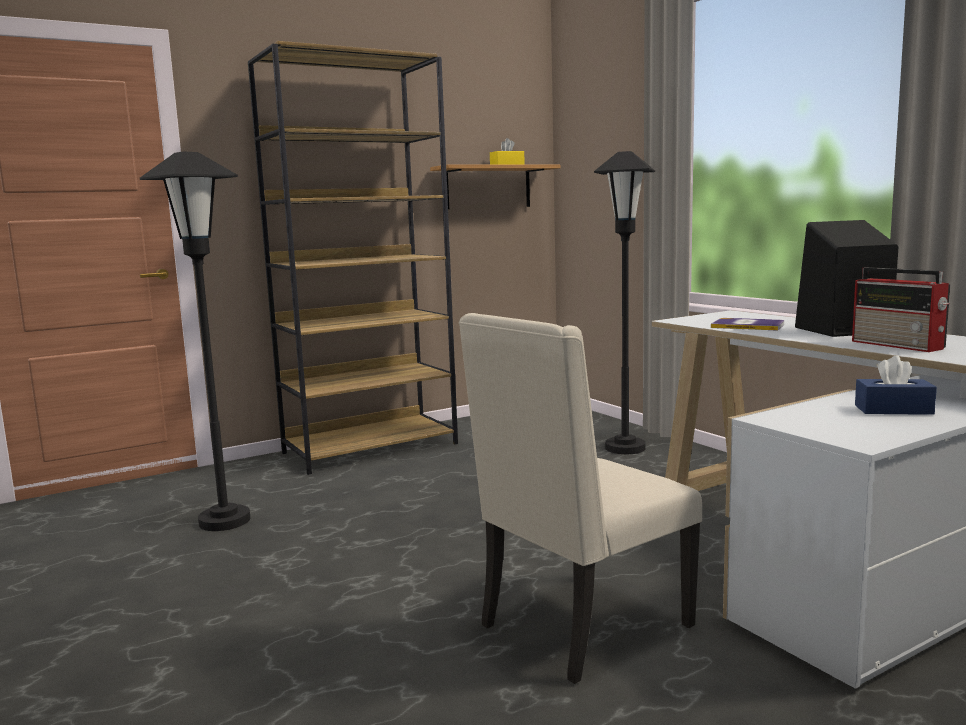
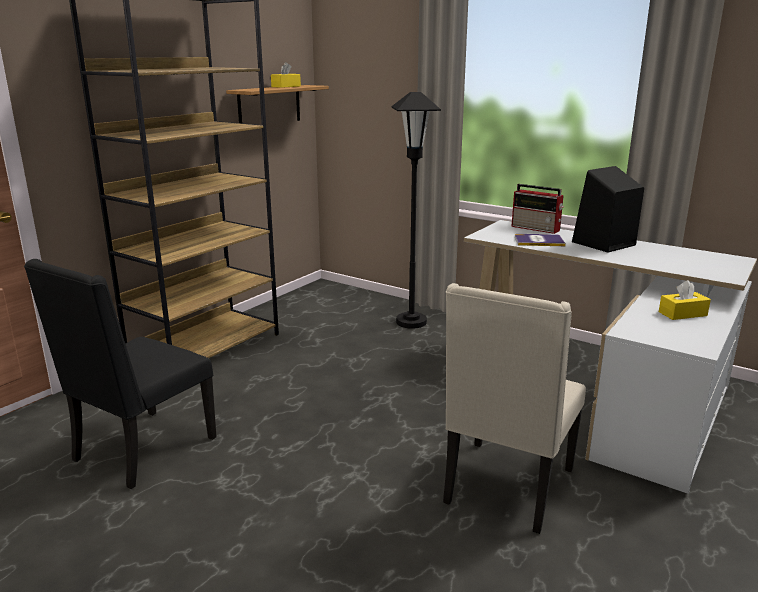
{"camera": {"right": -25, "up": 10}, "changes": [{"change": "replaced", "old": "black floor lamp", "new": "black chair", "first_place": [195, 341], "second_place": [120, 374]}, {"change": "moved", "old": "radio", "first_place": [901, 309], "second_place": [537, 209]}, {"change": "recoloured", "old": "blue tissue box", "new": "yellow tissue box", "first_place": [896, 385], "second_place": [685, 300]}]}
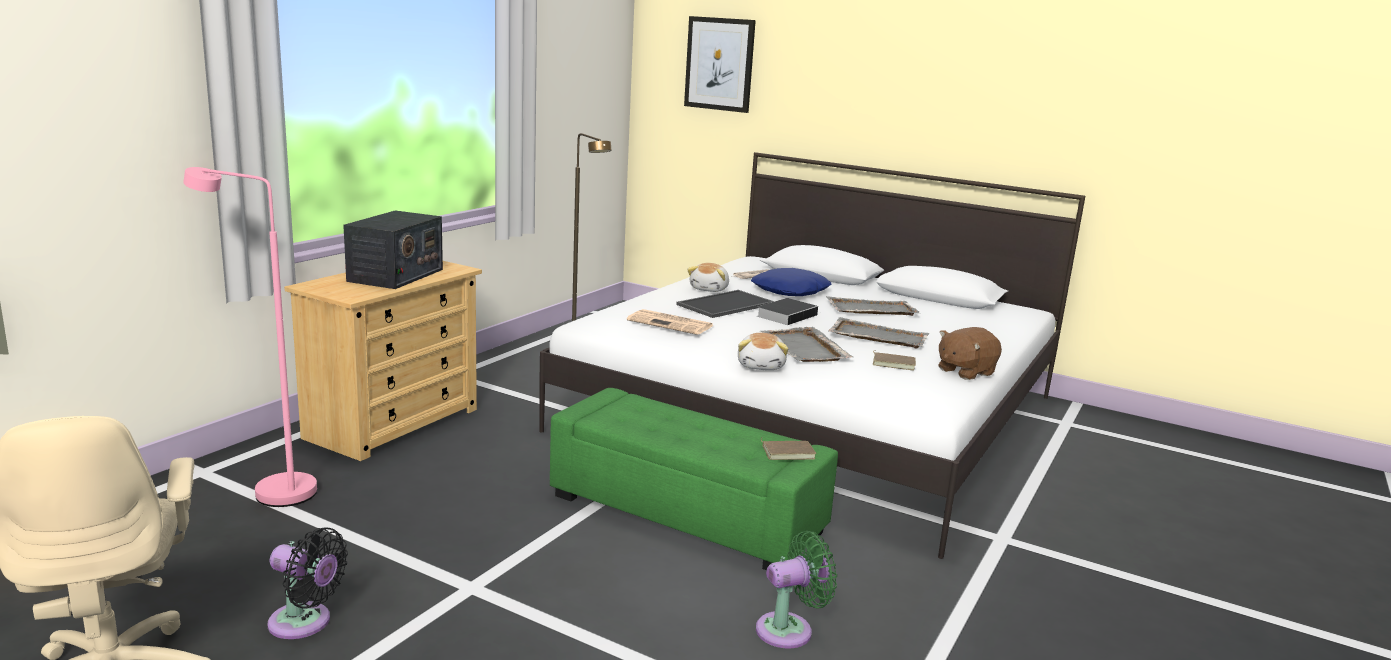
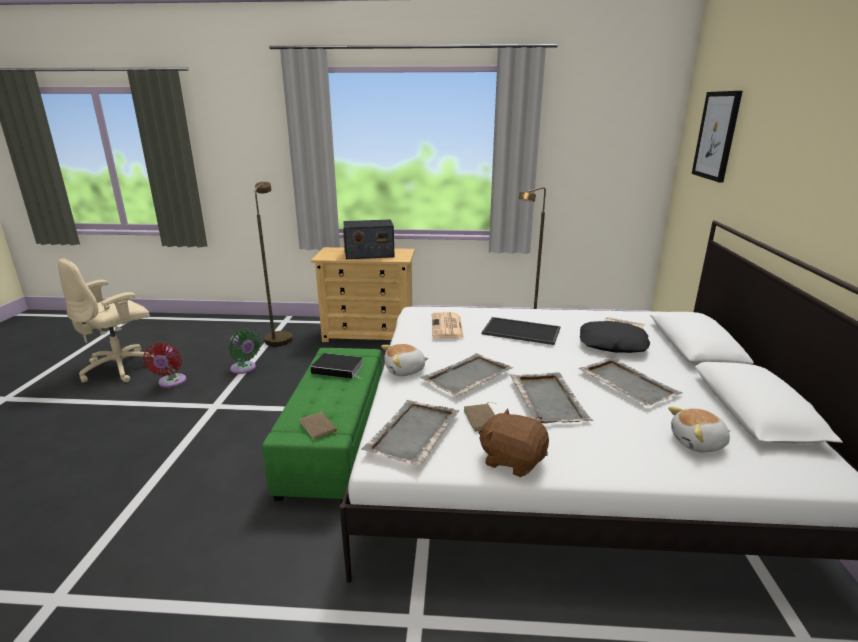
{"camera": {"right": 65, "up": 5}, "changes": [{"change": "recoloured", "old": "black fan", "new": "red fan", "first_place": [308, 583], "second_place": [164, 365]}, {"change": "moved", "old": "green fan", "first_place": [796, 590], "second_place": [245, 351]}, {"change": "recoloured", "old": "pink floor lamp", "new": "brown floor lamp", "first_place": [250, 337], "second_place": [273, 264]}, {"change": "moved", "old": "book", "first_place": [787, 311], "second_place": [337, 366]}, {"change": "added", "new": "grey tray", "second_place": [410, 433]}, {"change": "recoloured", "old": "blue pillow", "new": "black pillow", "first_place": [791, 282], "second_place": [615, 337]}, {"change": "moved", "old": "plush toy", "first_place": [708, 277], "second_place": [699, 429]}]}
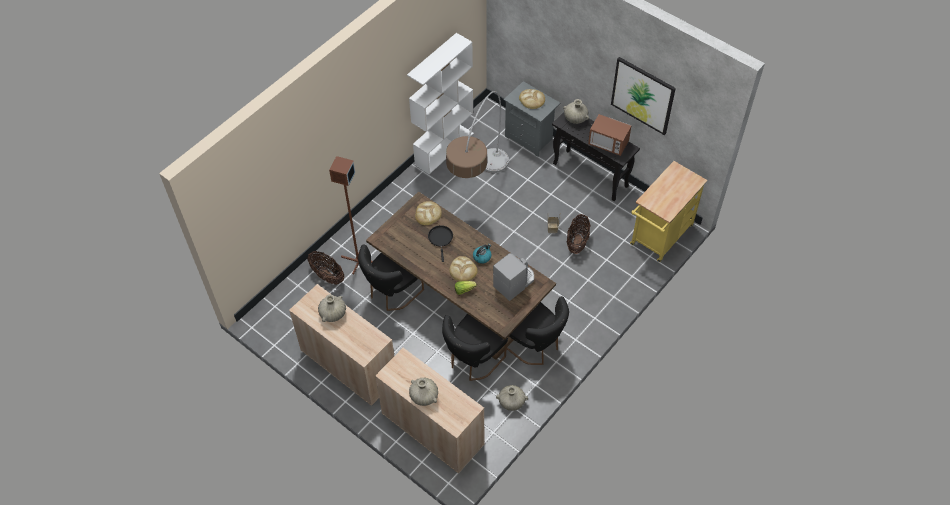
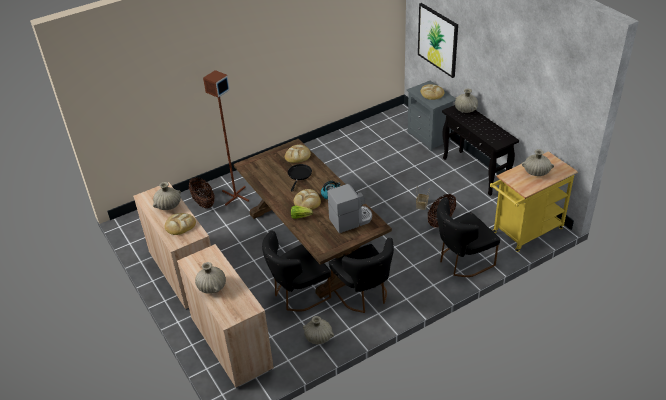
{"camera": {"right": 20, "up": -15}, "changes": [{"change": "added", "new": "bread", "second_place": [180, 224]}, {"change": "moved", "old": "picture", "first_place": [643, 96], "second_place": [438, 40]}, {"change": "moved", "old": "black chair", "first_place": [391, 278], "second_place": [468, 237]}, {"change": "added", "new": "beige vase", "second_place": [538, 162]}, {"change": "removed", "old": "white bookcase", "first_place": [440, 103]}, {"change": "removed", "old": "floor lamp", "first_place": [477, 134]}, {"change": "removed", "old": "microwave", "first_place": [609, 135]}]}
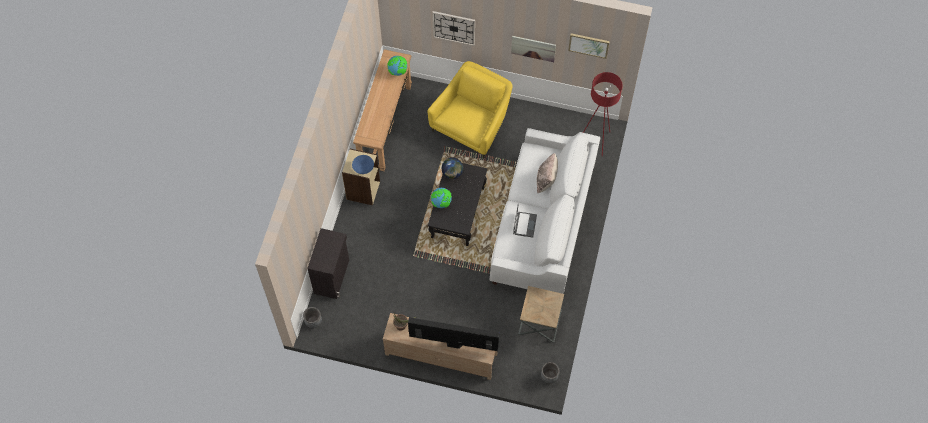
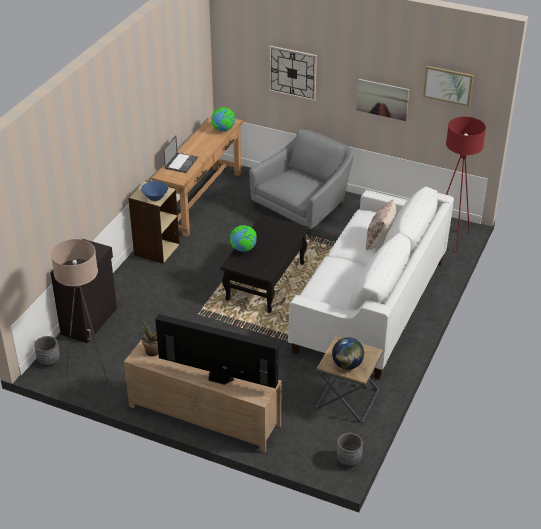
{"camera": {"right": 10, "up": -25}, "changes": [{"change": "added", "new": "beige floor lamp", "second_place": [80, 311]}, {"change": "moved", "old": "laptop", "first_place": [525, 220], "second_place": [180, 154]}, {"change": "recoloured", "old": "yellow armchair", "new": "grey armchair", "first_place": [470, 109], "second_place": [301, 183]}, {"change": "moved", "old": "globe", "first_place": [452, 168], "second_place": [348, 353]}]}
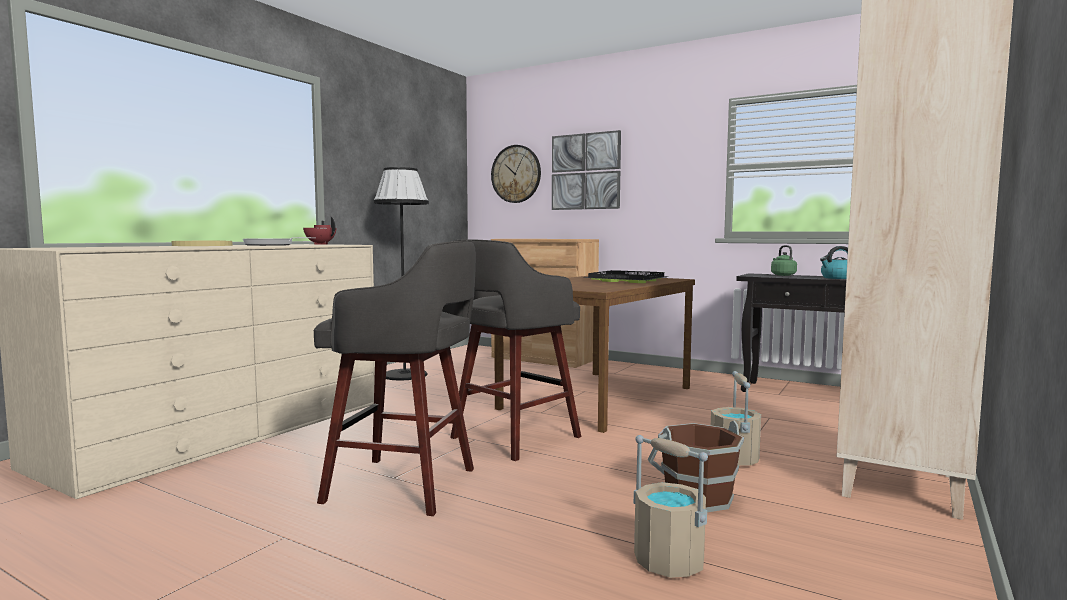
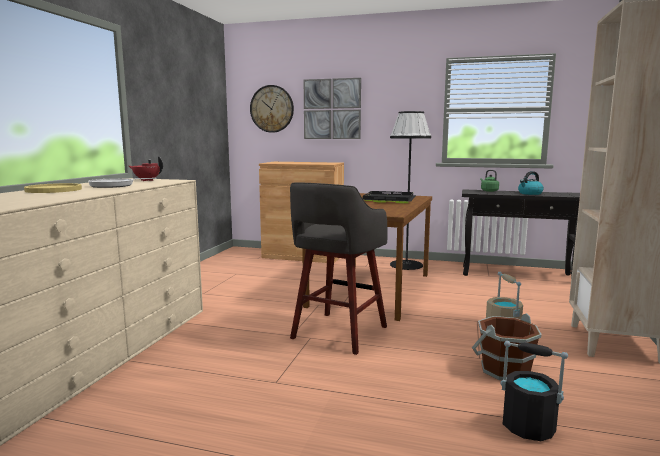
{"camera": {"right": -15, "up": 5}, "changes": [{"change": "moved", "old": "black floor lamp", "first_place": [401, 273], "second_place": [410, 190]}, {"change": "recoloured", "old": "beige bucket", "new": "black bucket", "first_place": [671, 506], "second_place": [534, 391]}, {"change": "removed", "old": "grey stool", "first_place": [395, 378]}]}
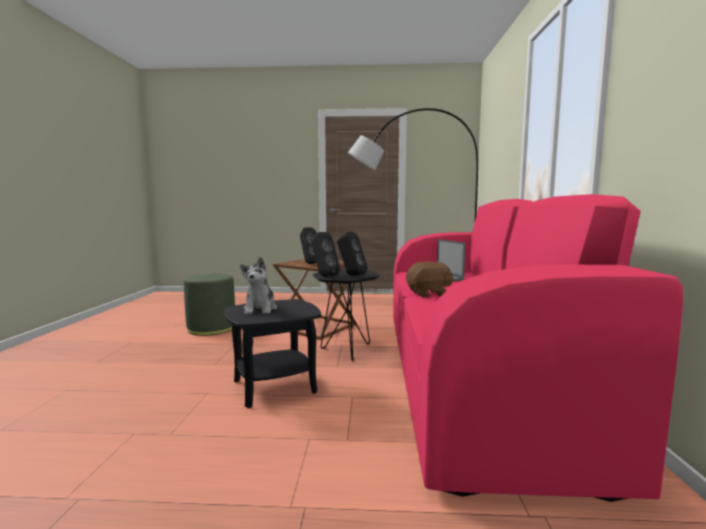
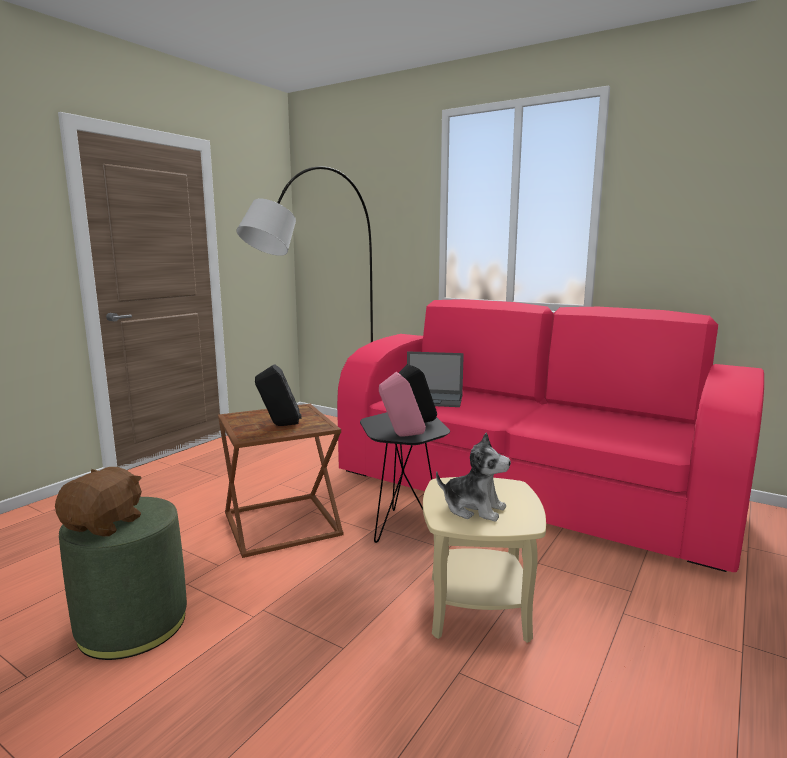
{"camera": {"right": -60, "up": 5}, "changes": [{"change": "moved", "old": "brown plush toy", "first_place": [430, 279], "second_place": [98, 502]}, {"change": "recoloured", "old": "black speaker", "new": "pink speaker", "first_place": [325, 254], "second_place": [402, 404]}, {"change": "recoloured", "old": "black side table", "new": "beige side table", "first_place": [272, 353], "second_place": [484, 560]}]}
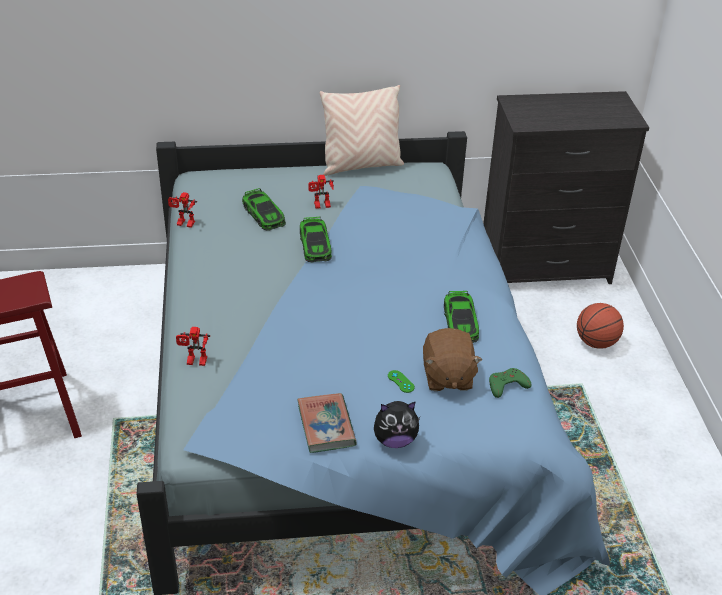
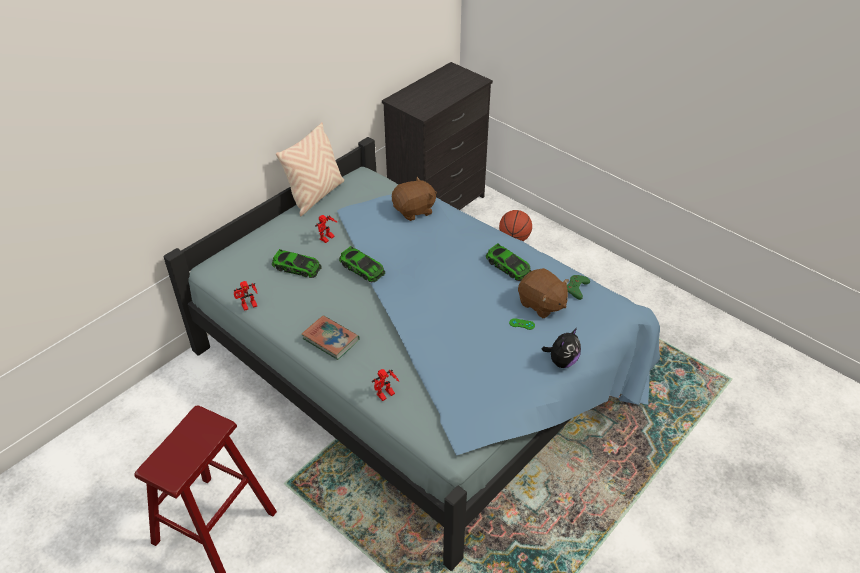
{"camera": {"right": -40, "up": 5}, "changes": [{"change": "moved", "old": "book", "first_place": [327, 423], "second_place": [330, 337]}, {"change": "added", "new": "brown plush toy", "second_place": [414, 199]}]}
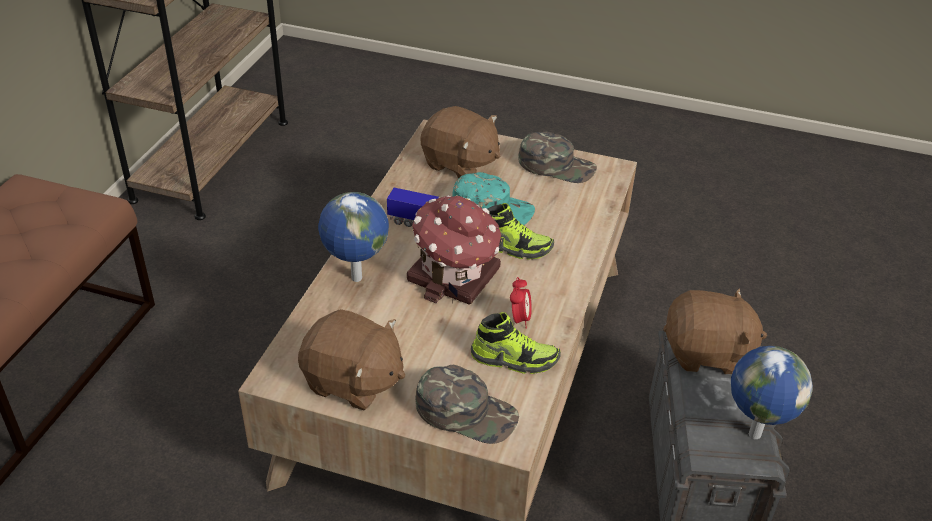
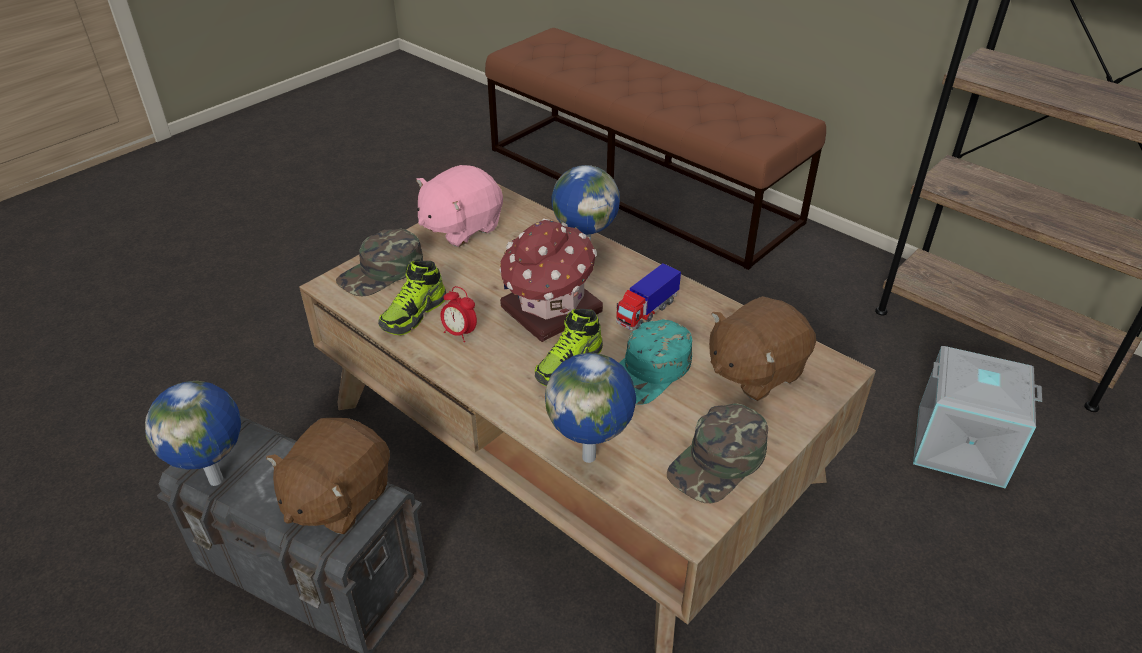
{"camera": {"right": 115, "up": 0}, "changes": [{"change": "recoloured", "old": "brown plush toy", "new": "pink plush toy", "first_place": [351, 359], "second_place": [459, 206]}, {"change": "added", "new": "globe", "second_place": [590, 408]}, {"change": "added", "new": "grey storage box", "second_place": [977, 417]}]}
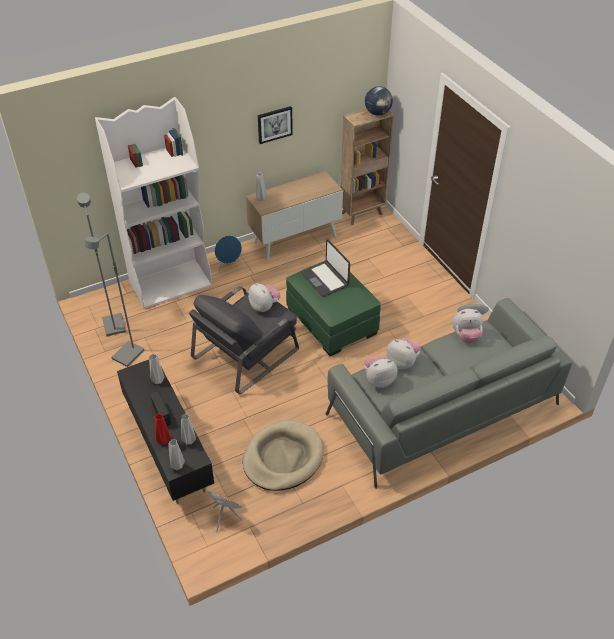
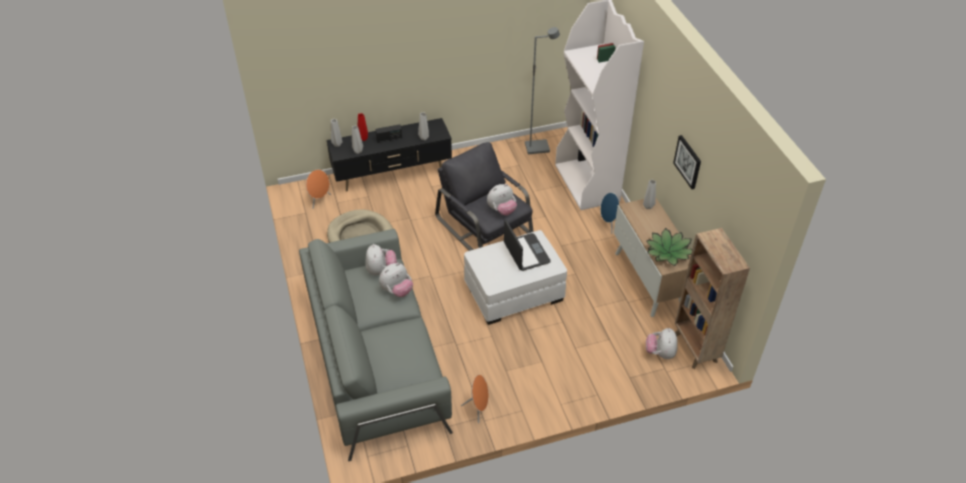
{"camera": {"right": 100, "up": 0}, "changes": [{"change": "recoloured", "old": "green ottoman", "new": "white ottoman", "first_place": [333, 308], "second_place": [515, 277]}, {"change": "turned", "old": "laptop", "first_place": [325, 268], "second_place": [527, 245], "degrees": 90}, {"change": "added", "new": "potted plant", "second_place": [669, 247]}, {"change": "moved", "old": "plush toy", "first_place": [467, 326], "second_place": [661, 343]}, {"change": "removed", "old": "grey floor lamp", "first_place": [114, 299]}, {"change": "removed", "old": "globe", "first_place": [379, 101]}]}
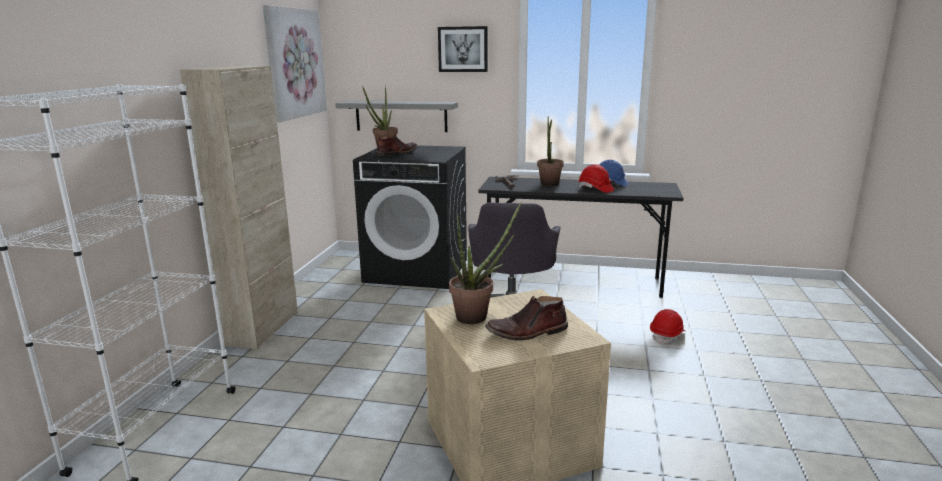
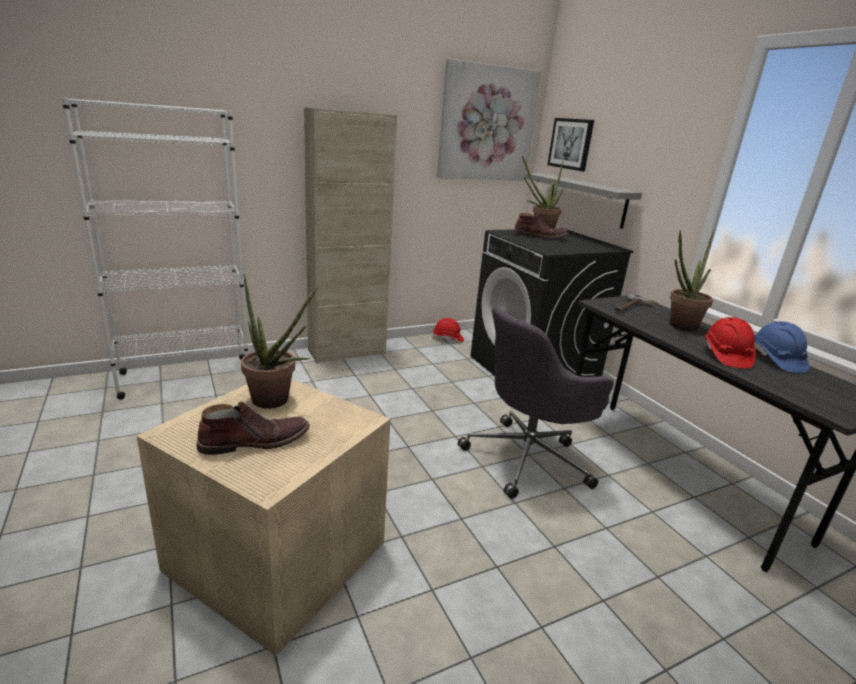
{"camera": {"right": 50, "up": 5}, "changes": [{"change": "turned", "old": "brown boot", "first_place": [526, 318], "second_place": [253, 428], "degrees": 120}, {"change": "moved", "old": "red hard hat", "first_place": [667, 326], "second_place": [448, 330]}, {"change": "moved", "old": "picture", "first_place": [463, 49], "second_place": [570, 144]}]}
